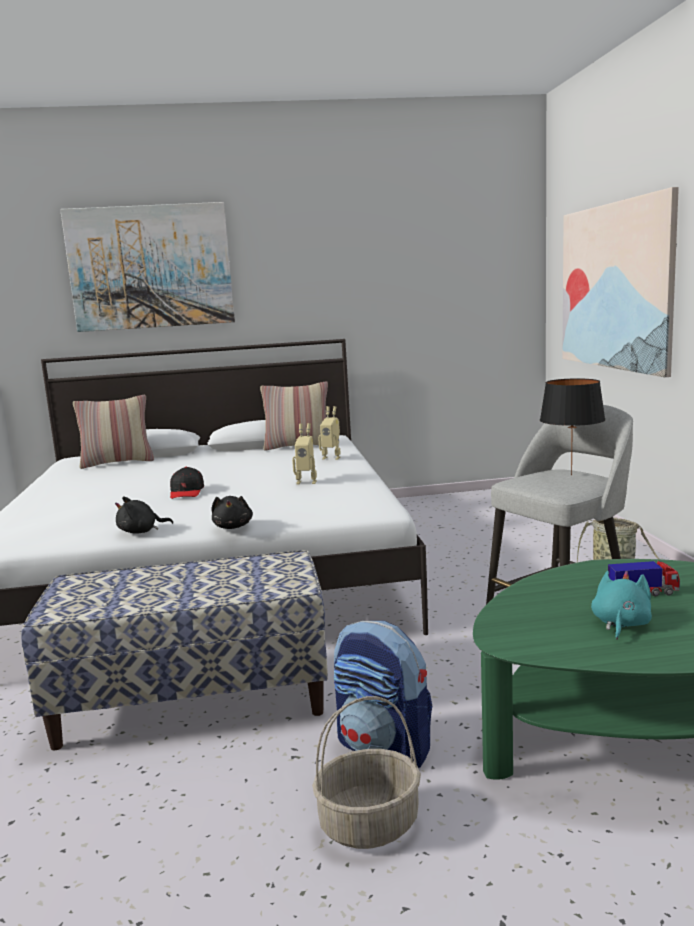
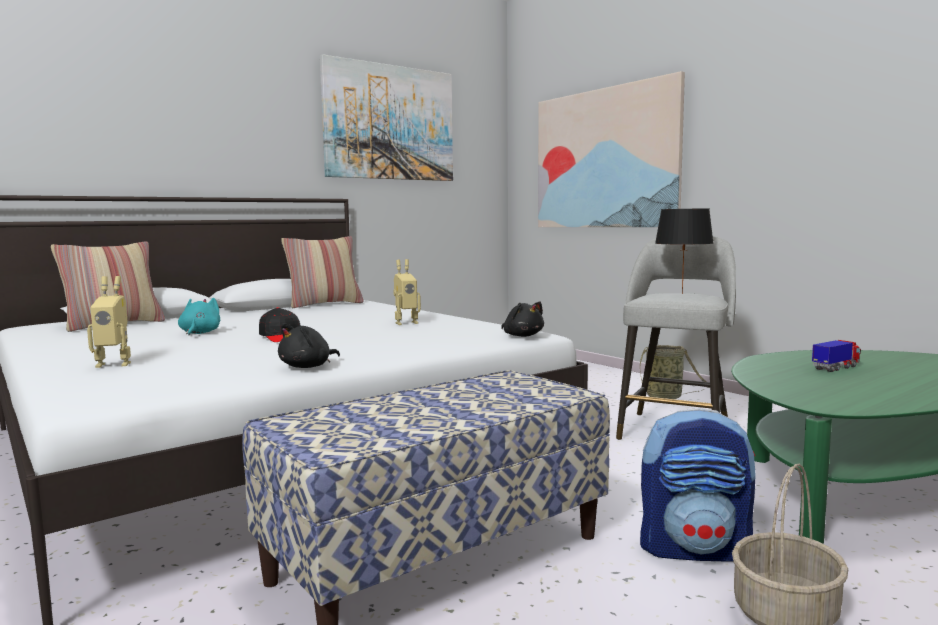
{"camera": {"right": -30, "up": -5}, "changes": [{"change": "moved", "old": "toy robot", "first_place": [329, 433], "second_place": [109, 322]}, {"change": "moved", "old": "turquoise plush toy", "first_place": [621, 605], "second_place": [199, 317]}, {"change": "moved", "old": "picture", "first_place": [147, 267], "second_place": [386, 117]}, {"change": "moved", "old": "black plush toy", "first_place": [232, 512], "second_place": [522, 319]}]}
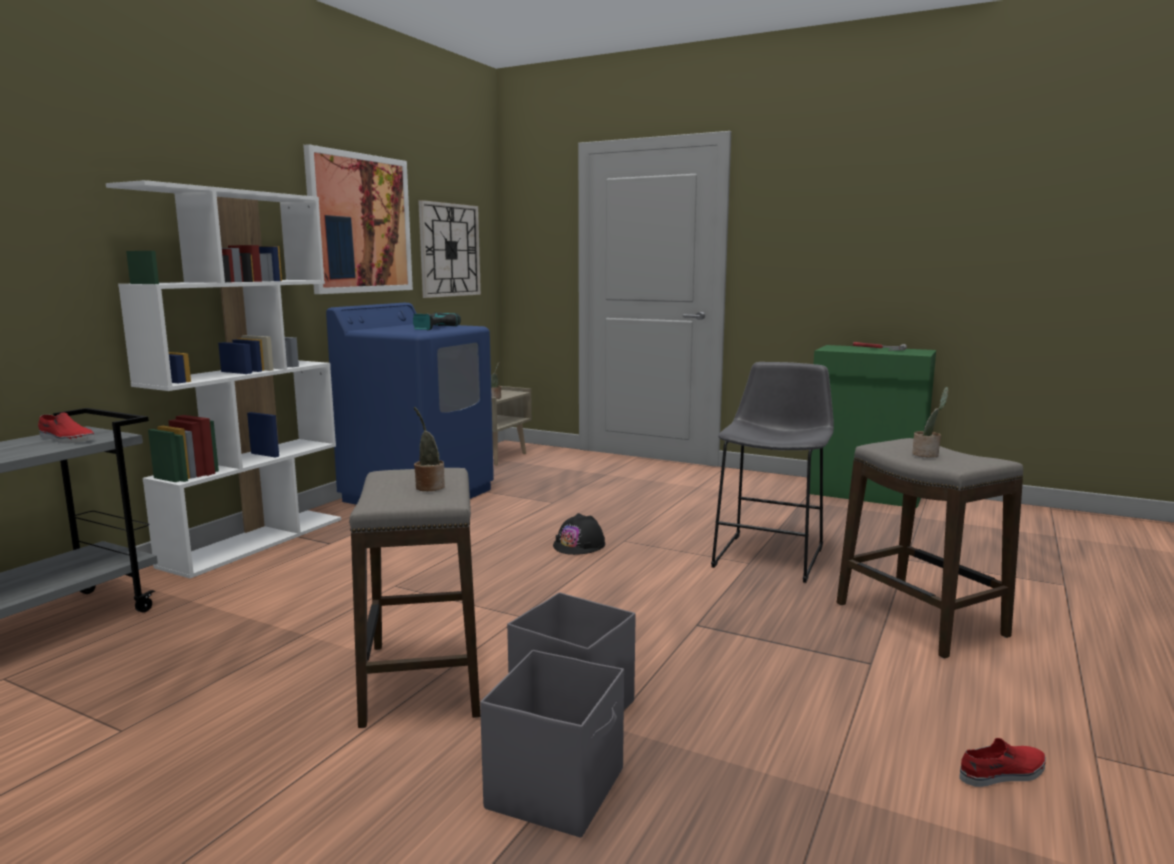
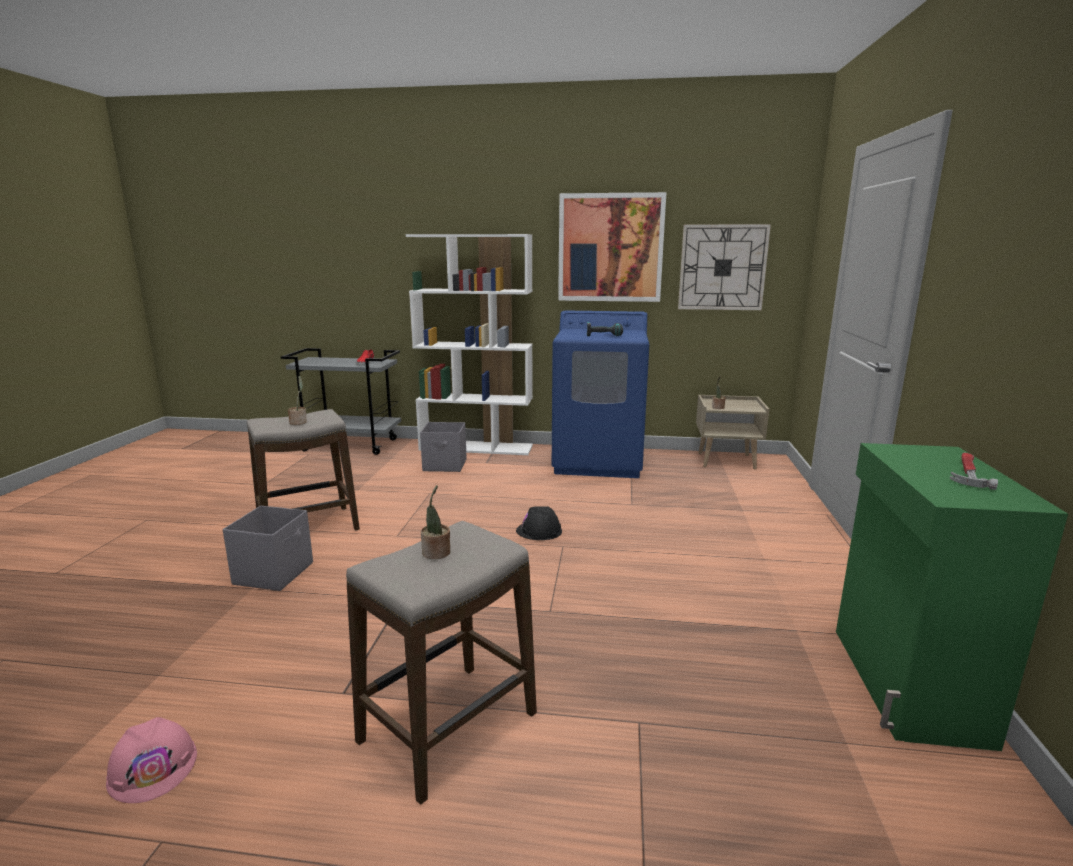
{"camera": {"right": 70, "up": 5}, "changes": [{"change": "replaced", "old": "red shoe", "new": "pink hard hat", "first_place": [1002, 762], "second_place": [151, 760]}, {"change": "moved", "old": "grey storage box", "first_place": [552, 744], "second_place": [443, 447]}, {"change": "removed", "old": "grey stool", "first_place": [772, 472]}]}
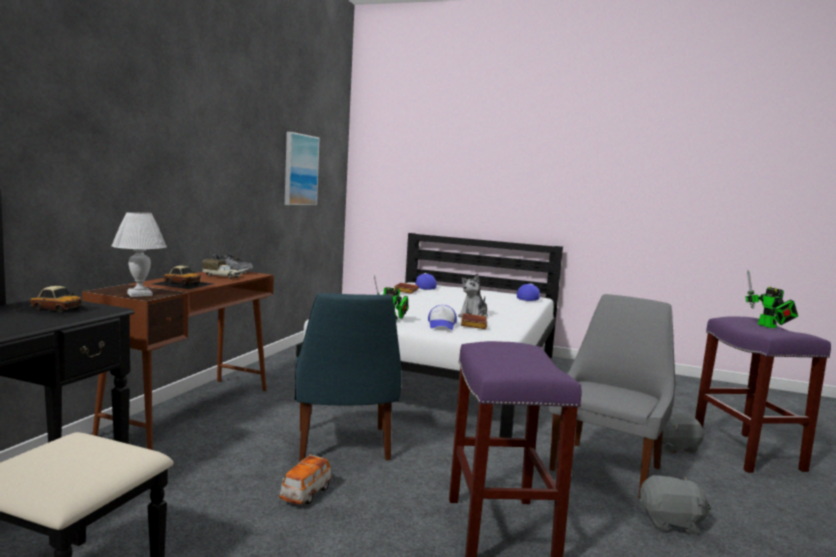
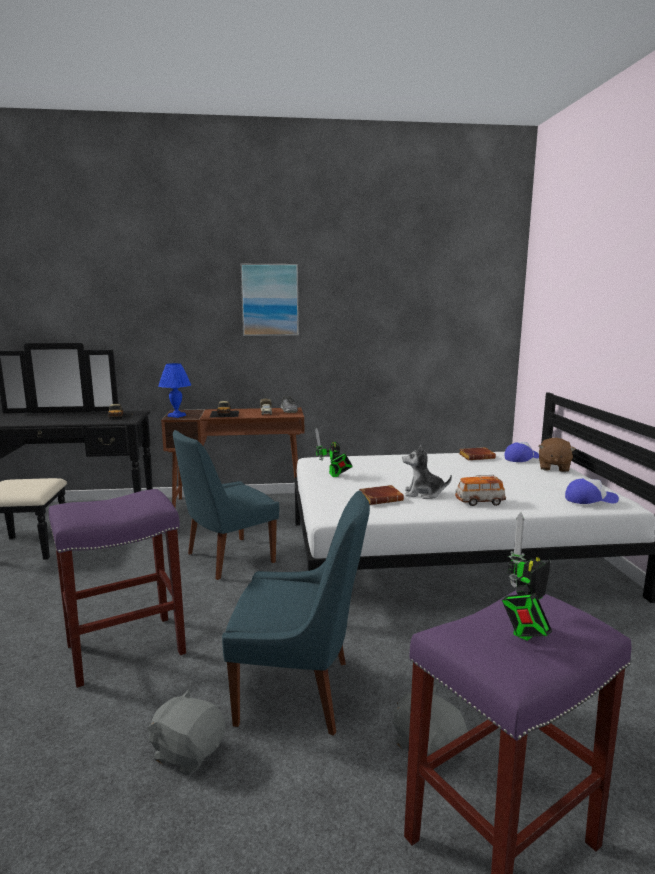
{"camera": {"right": 65, "up": 5}, "changes": [{"change": "turned", "old": "grey plush toy", "first_place": [675, 505], "second_place": [186, 732], "degrees": 135}, {"change": "recoloured", "old": "white table lamp", "new": "blue table lamp", "first_place": [139, 254], "second_place": [174, 390]}, {"change": "recoloured", "old": "grey chair", "new": "blue chair", "first_place": [612, 396], "second_place": [296, 613]}, {"change": "moved", "old": "picture", "first_place": [302, 168], "second_place": [270, 300]}, {"change": "moved", "old": "toy car", "first_place": [305, 479], "second_place": [480, 490]}, {"change": "added", "new": "brown plush toy", "second_place": [557, 455]}, {"change": "removed", "old": "cap", "first_place": [442, 317]}]}
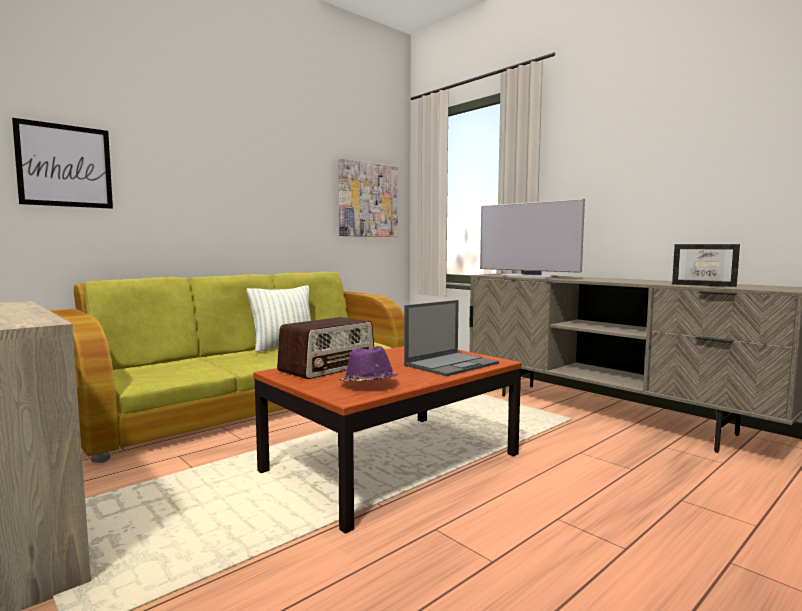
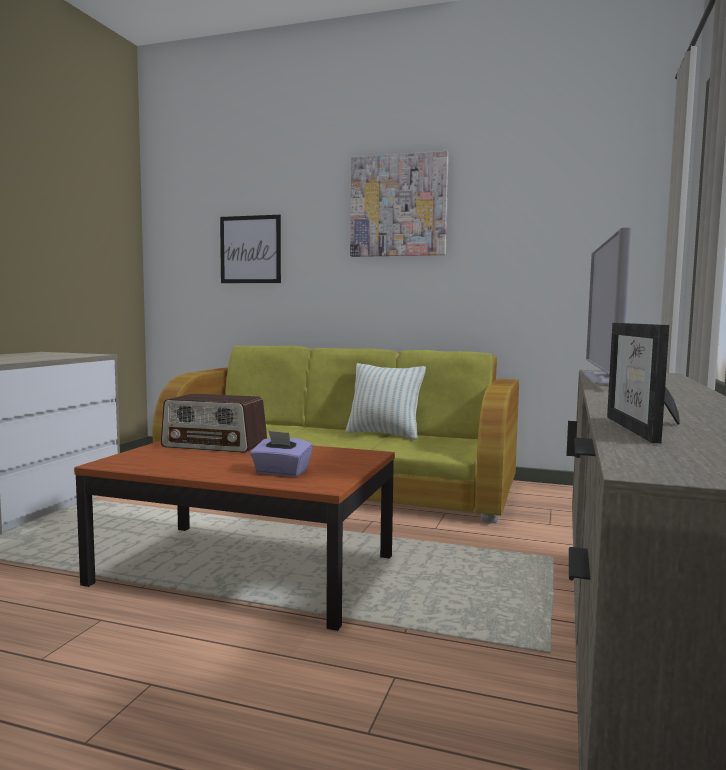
{"camera": {"right": 60, "up": 0}, "changes": [{"change": "replaced", "old": "laptop", "new": "purple tissue box", "first_place": [451, 338], "second_place": [281, 453]}, {"change": "moved", "old": "picture", "first_place": [368, 198], "second_place": [399, 204]}, {"change": "removed", "old": "purple hat", "first_place": [368, 363]}]}
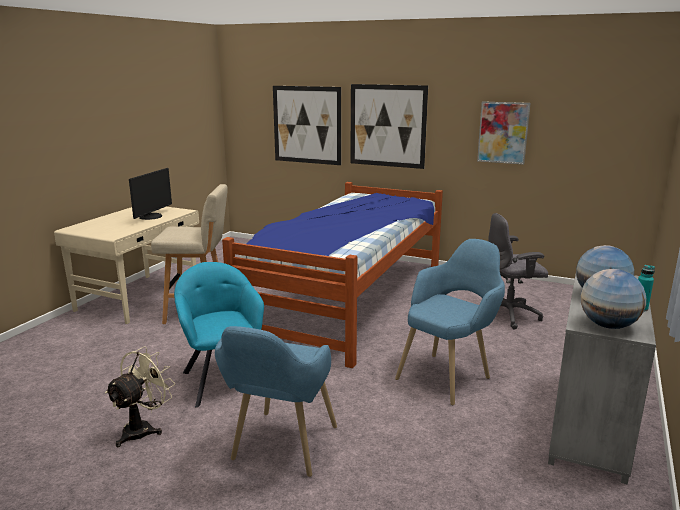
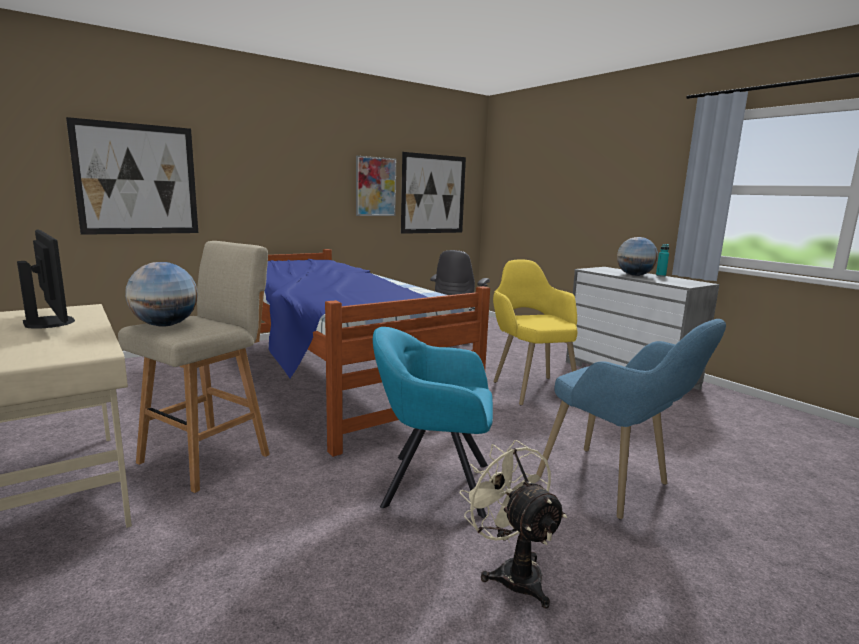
{"camera": {"right": -60, "up": -5}, "changes": [{"change": "moved", "old": "globe", "first_place": [613, 299], "second_place": [161, 294]}, {"change": "moved", "old": "picture", "first_place": [389, 126], "second_place": [433, 193]}, {"change": "recoloured", "old": "blue armchair", "new": "yellow armchair", "first_place": [450, 322], "second_place": [535, 332]}]}
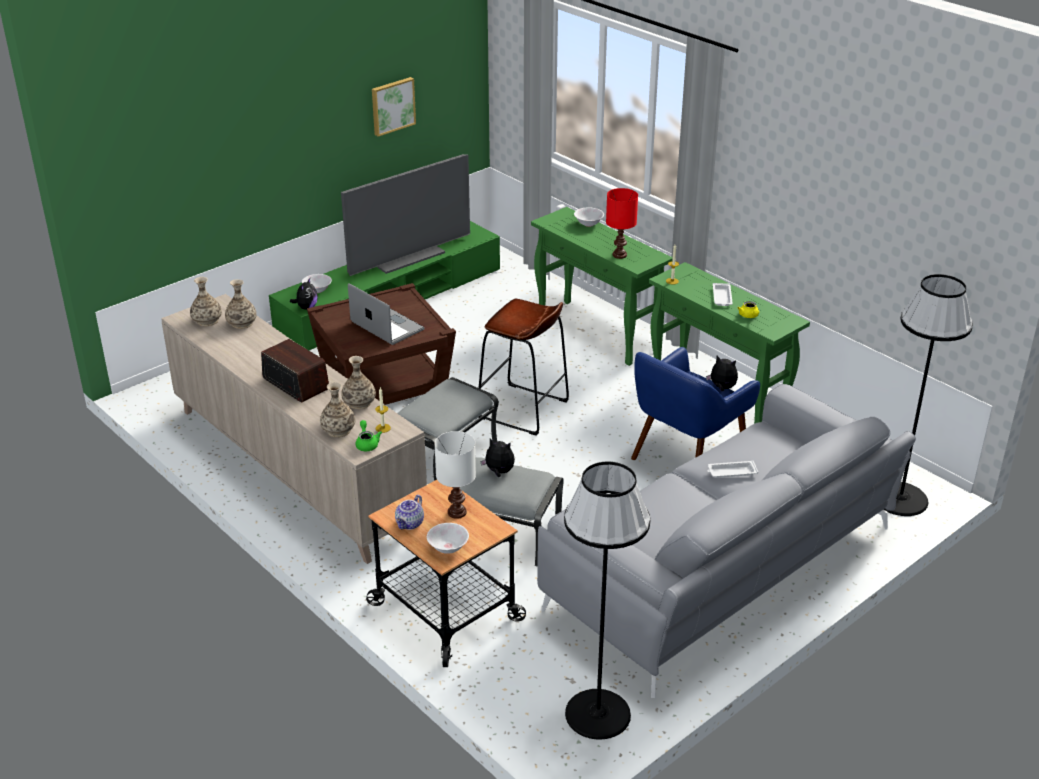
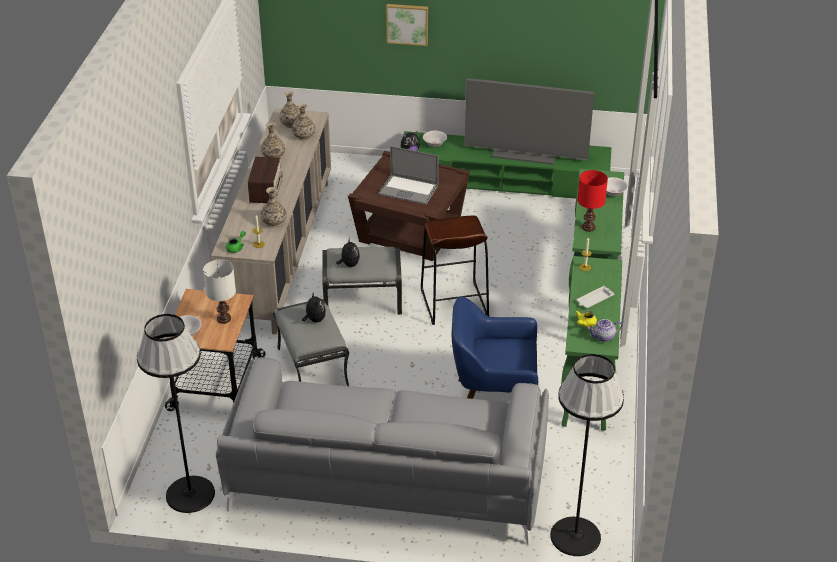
{"camera": {"right": 50, "up": 5}, "changes": [{"change": "moved", "old": "vase", "first_place": [337, 409], "second_place": [273, 140]}, {"change": "moved", "old": "plush toy", "first_place": [722, 373], "second_place": [348, 252]}, {"change": "turned", "old": "laptop", "first_place": [386, 314], "second_place": [408, 175], "degrees": 105}, {"change": "moved", "old": "picture", "first_place": [394, 107], "second_place": [407, 25]}, {"change": "moved", "old": "teapot", "first_place": [409, 512], "second_place": [605, 330]}, {"change": "removed", "old": "white tray", "first_place": [732, 469]}]}
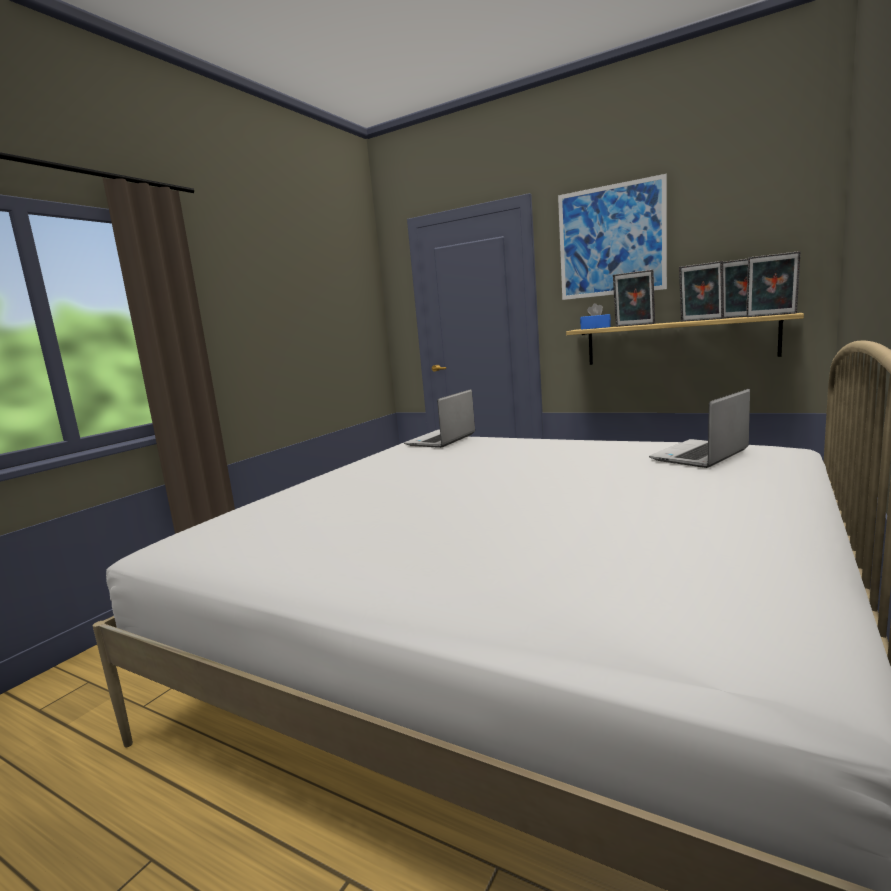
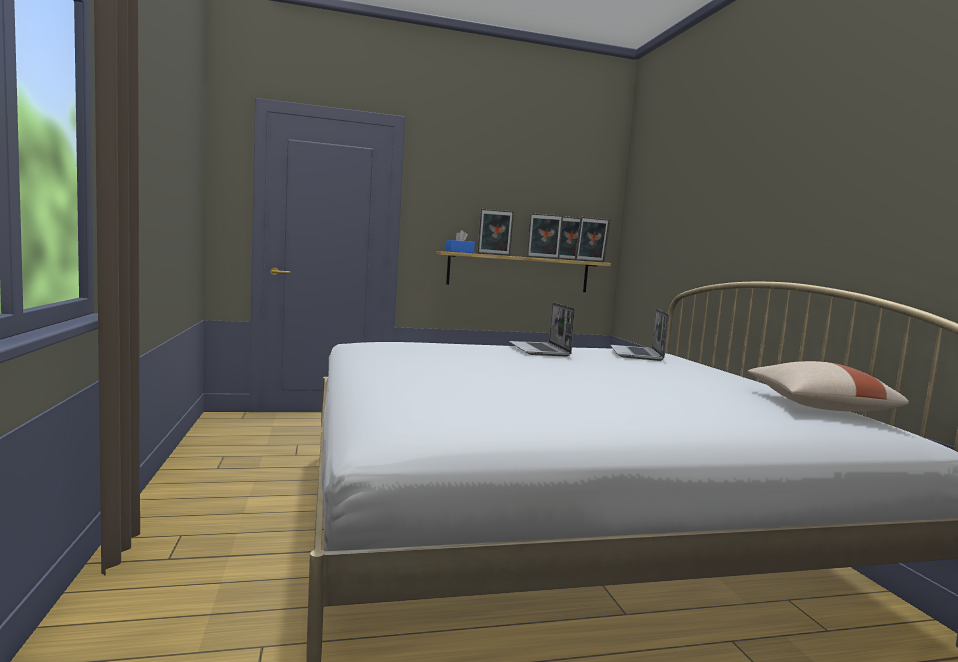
{"camera": {"right": -45, "up": -5}, "changes": [{"change": "moved", "old": "laptop", "first_place": [439, 418], "second_place": [542, 329]}, {"change": "added", "new": "beige pillow", "second_place": [828, 386]}, {"change": "removed", "old": "picture", "first_place": [612, 237]}]}
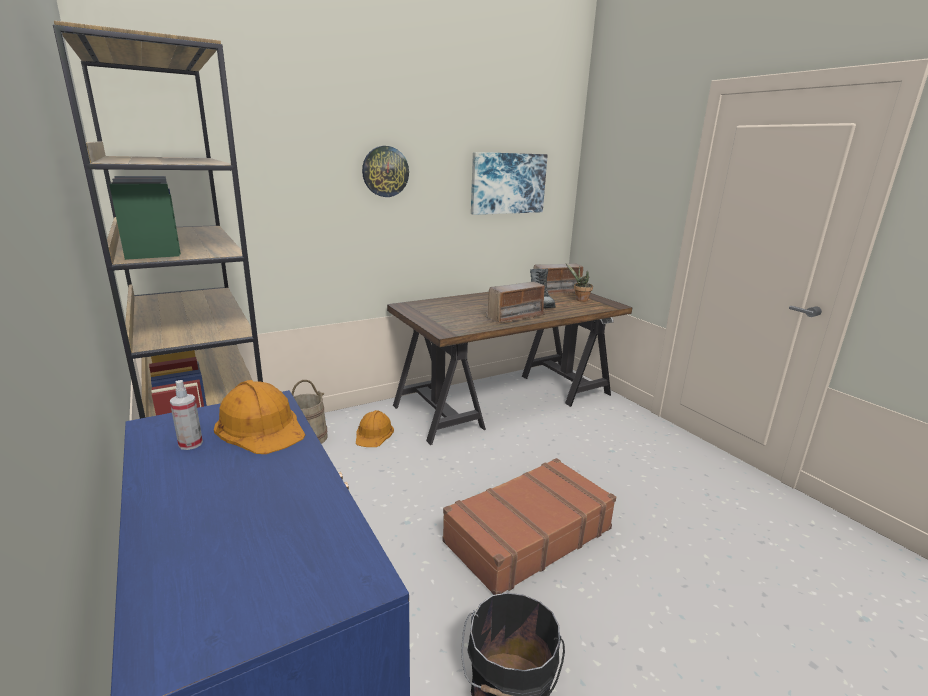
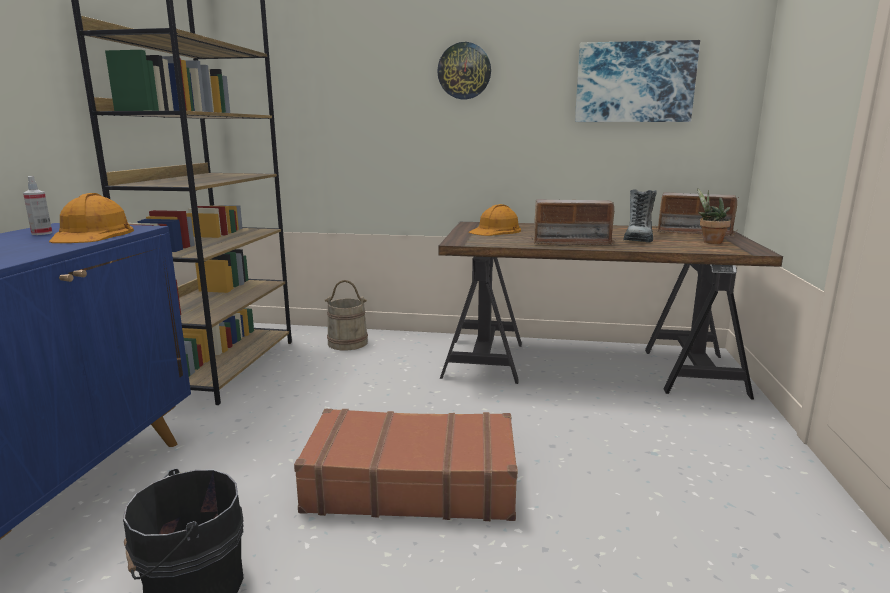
{"camera": {"right": 40, "up": -5}, "changes": [{"change": "moved", "old": "orange hard hat", "first_place": [375, 428], "second_place": [495, 220]}]}
